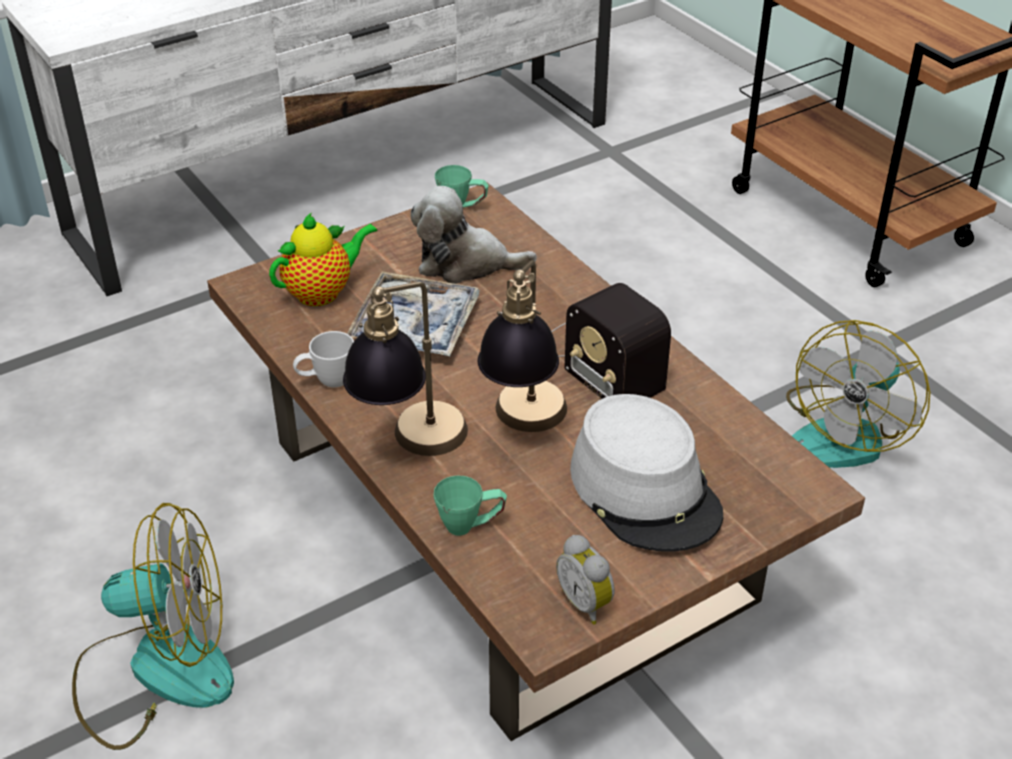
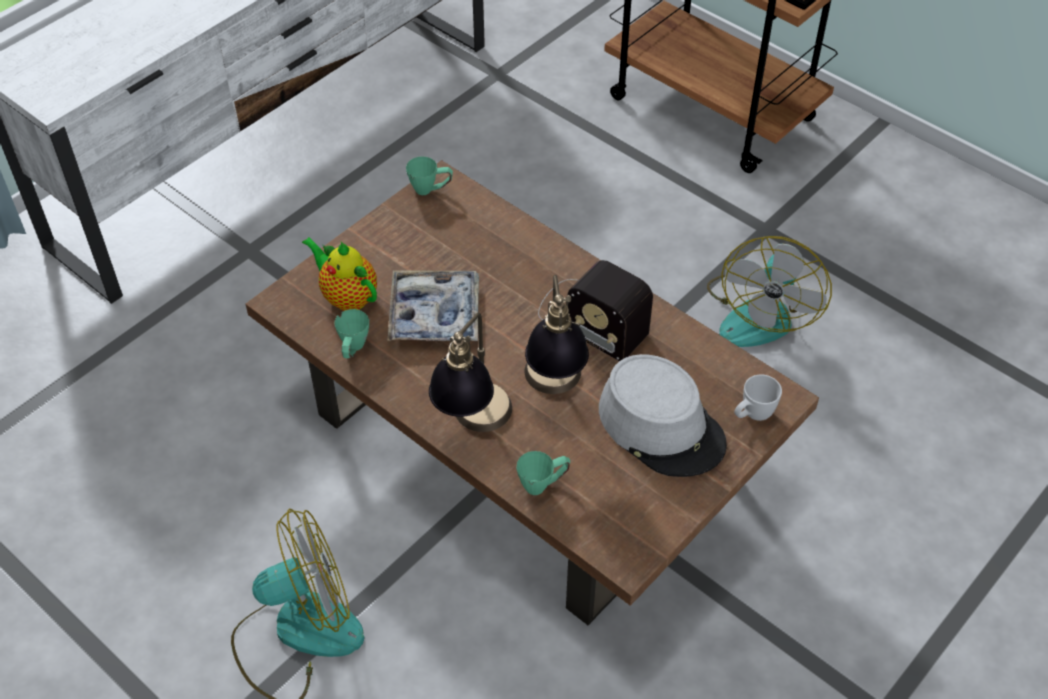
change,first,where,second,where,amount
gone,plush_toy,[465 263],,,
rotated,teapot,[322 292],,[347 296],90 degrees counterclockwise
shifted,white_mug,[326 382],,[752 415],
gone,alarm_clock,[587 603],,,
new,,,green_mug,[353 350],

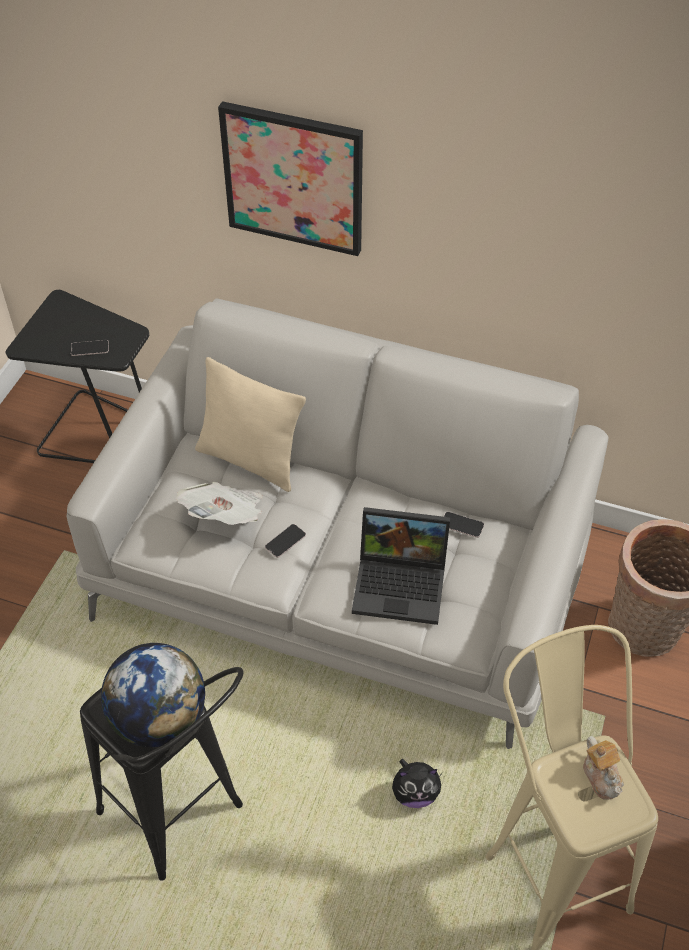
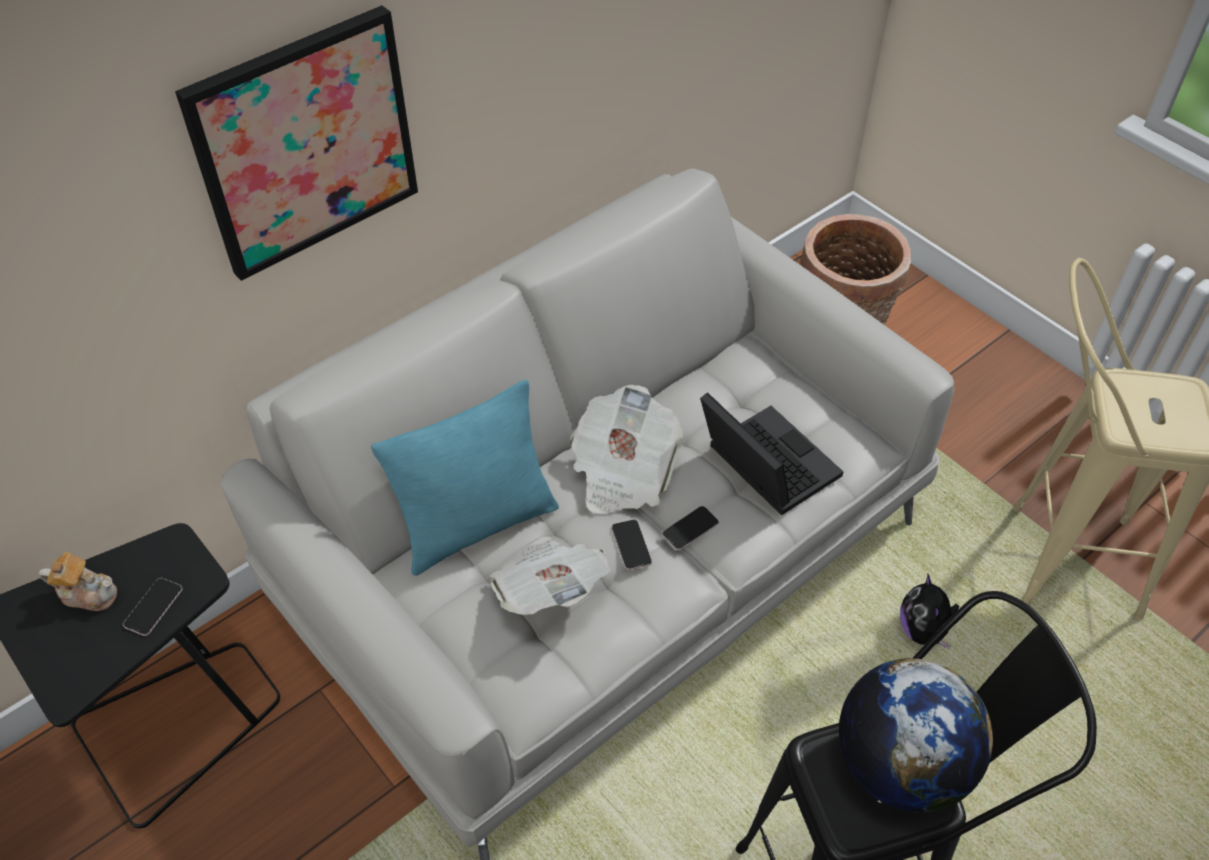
change,first,where,second,where,amount
repainted,beige_pillow,[250 460],turquoise_pillow,[477 525],
rotated,laptop,[402 583],,[763 465],75 degrees counterclockwise
shifted,phone,[462 525],,[690 528],
shifted,teapot,[601 776],,[88 593],
rotated,plush_toy,[415 793],,[923 631],150 degrees clockwise
new,,,newspaper,[623 472],

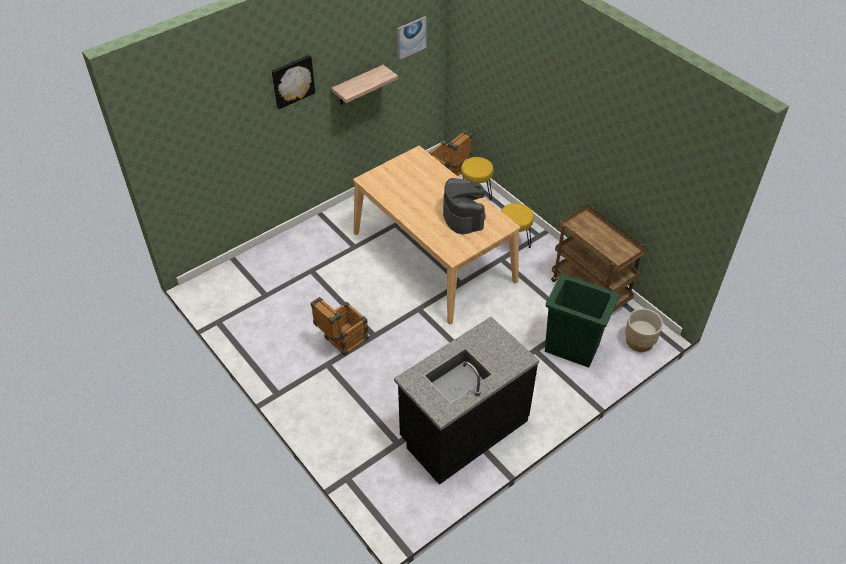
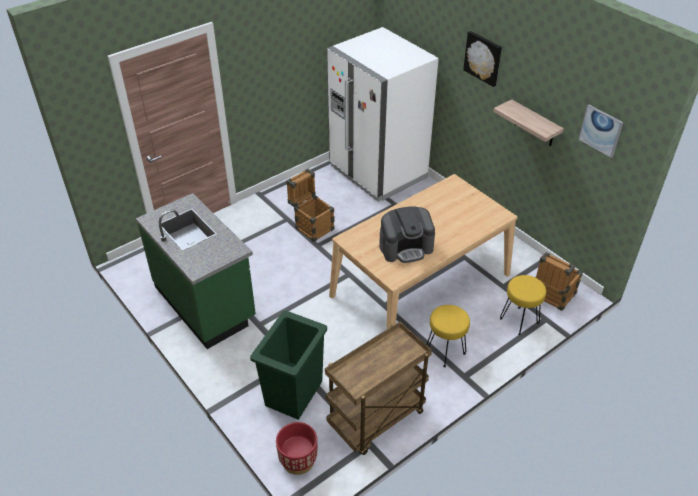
change,first,where,second,where,amount
repainted,beige_planter,[639 341],red_planter,[298 460],
repainted,black_counter,[463 429],green_counter,[206 303],
new,,,white_fridge,[377 172],

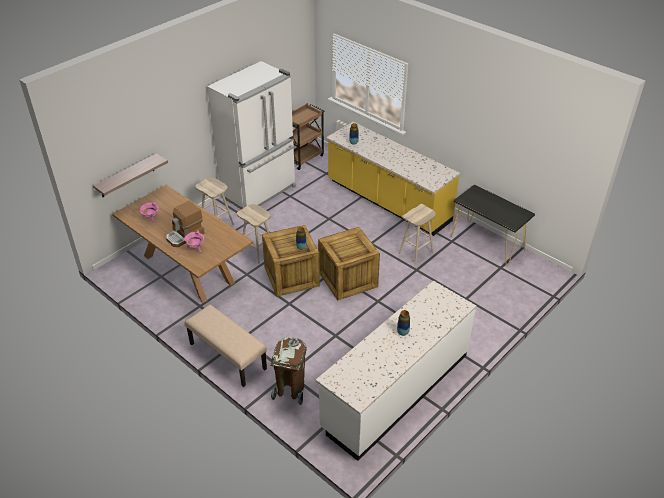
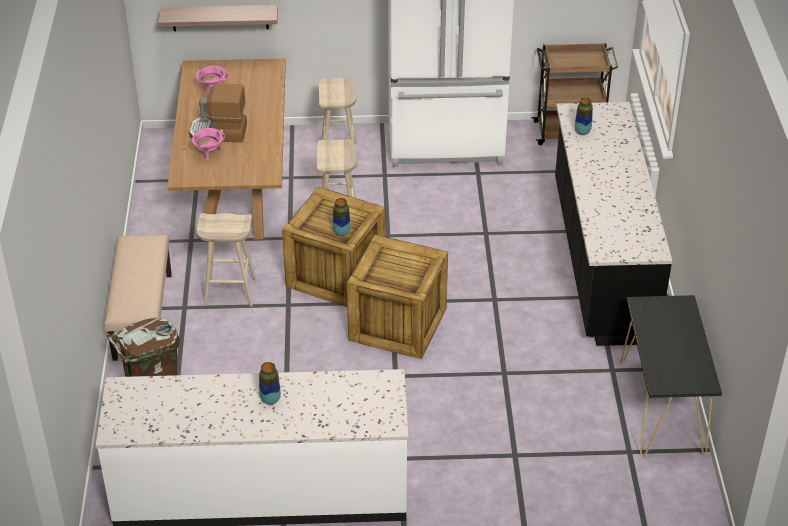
change,first,where,second,where,amount
repainted,yellow_counter,[387 201],black_counter,[600 260],
shifted,beige_stool,[416 253],,[229 292],

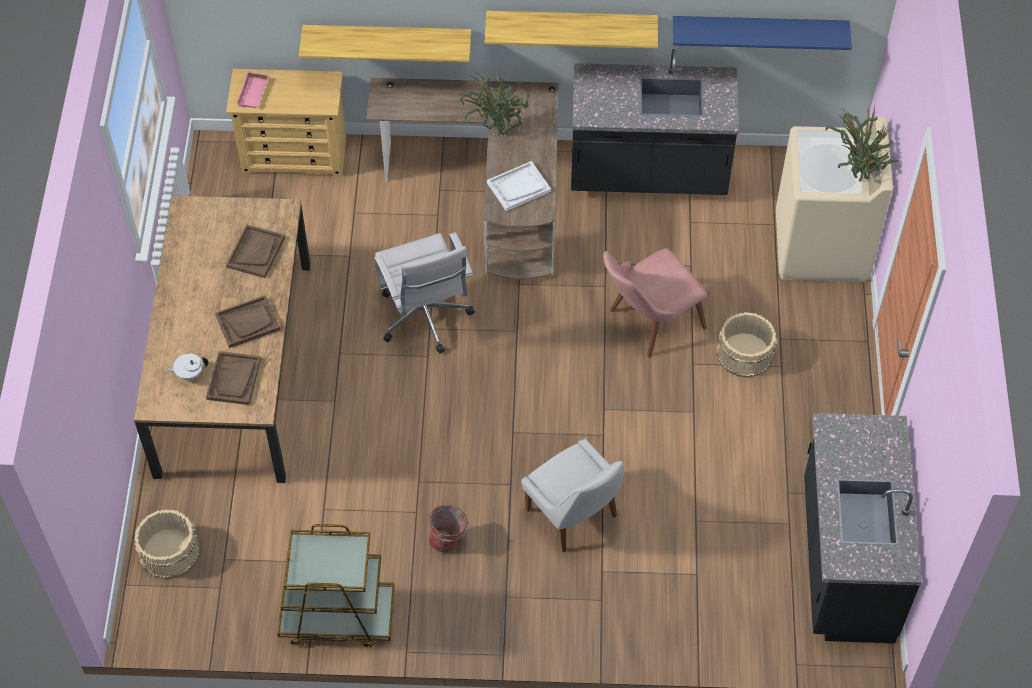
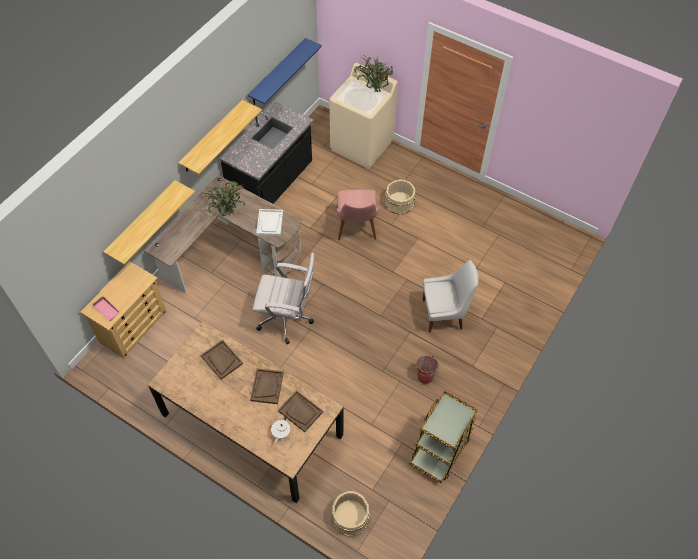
change,first,where,second,where,amount
gone,black_counter,[844 561],,,

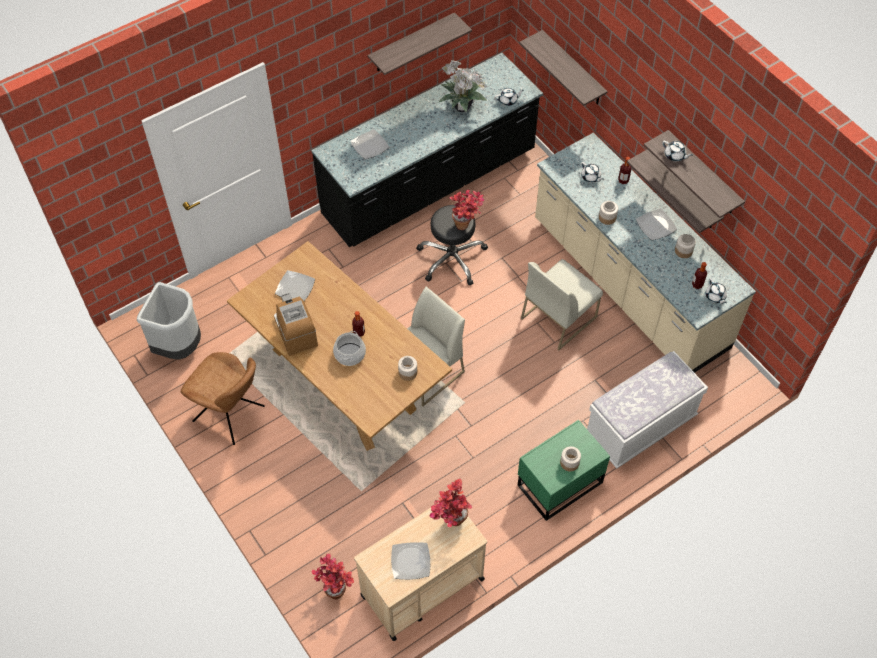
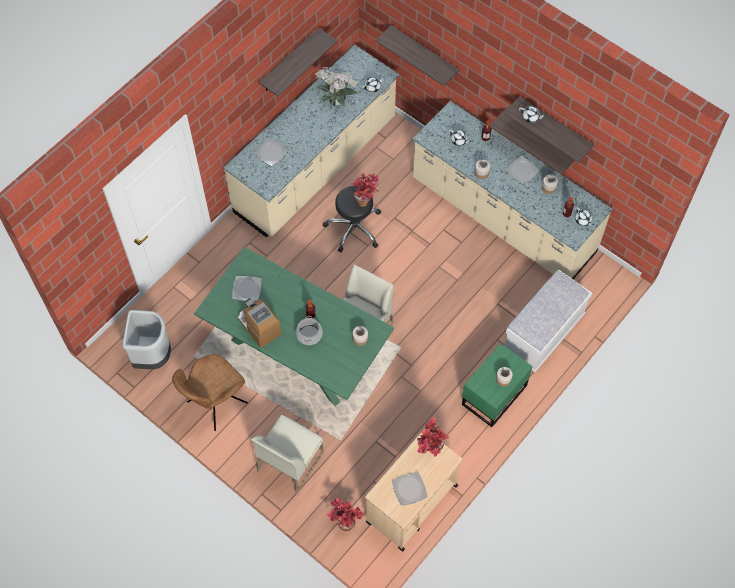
change,first,where,second,where,amount
repainted,black_counter,[429 184],beige_counter,[316 166],
repainted,brown_dining_table,[342 380],green_dining_table,[297 352],
shifted,white_chair,[558 317],,[290 461],
rotated,brown_chair,[231 415],,[215 404],120 degrees clockwise

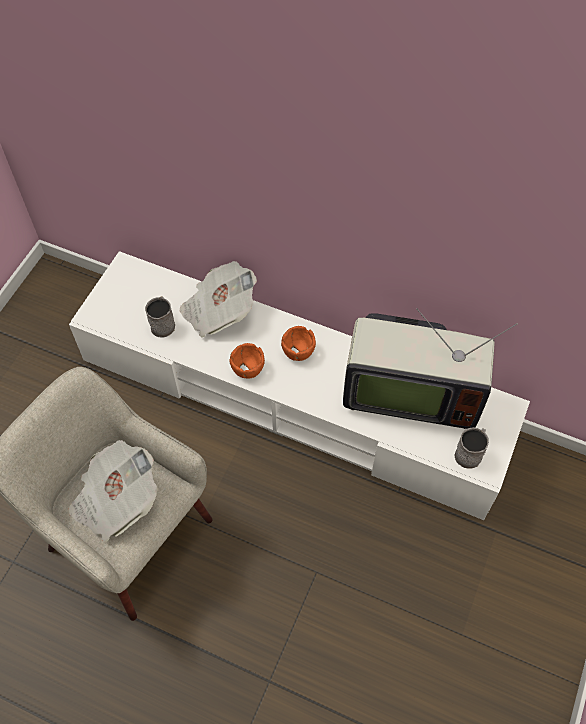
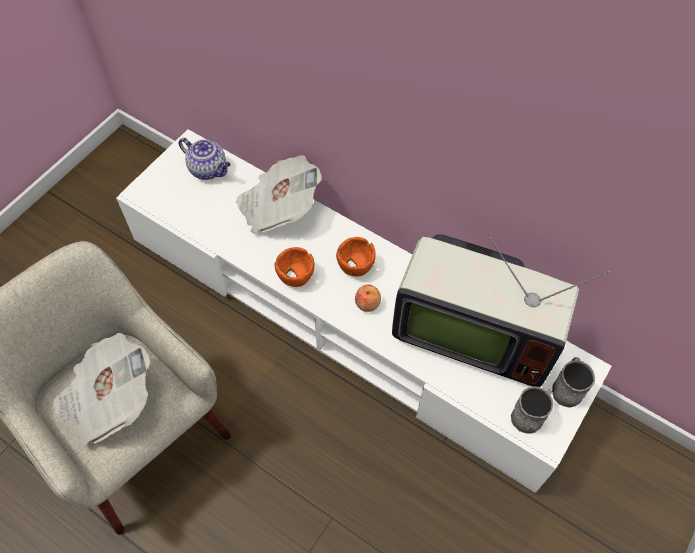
change,first,where,second,where,amount
shifted,grey_mug,[163 323],,[567 387],
new,,,teapot,[209 169],
new,,,apple,[367 303],

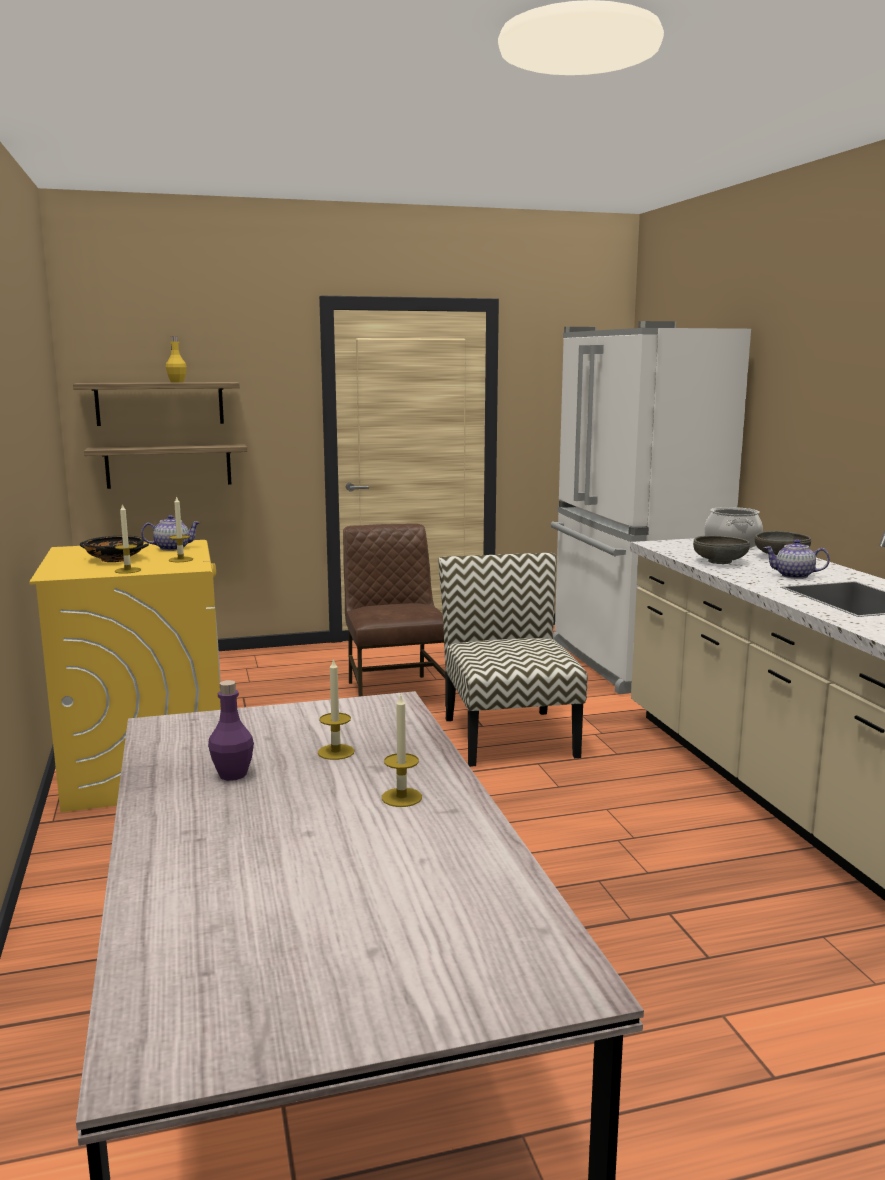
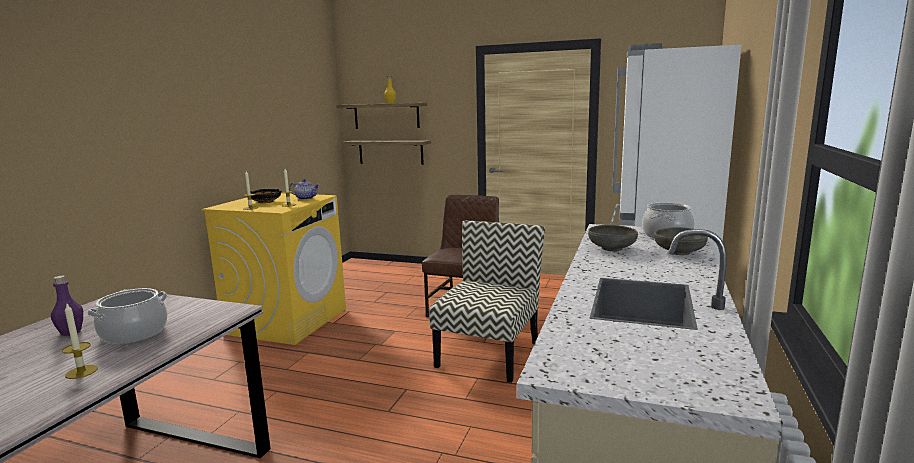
change,first,where,second,where,amount
gone,teapot,[793 576],,,
swapped,candle,[336 752],cooking_pot,[134 333],

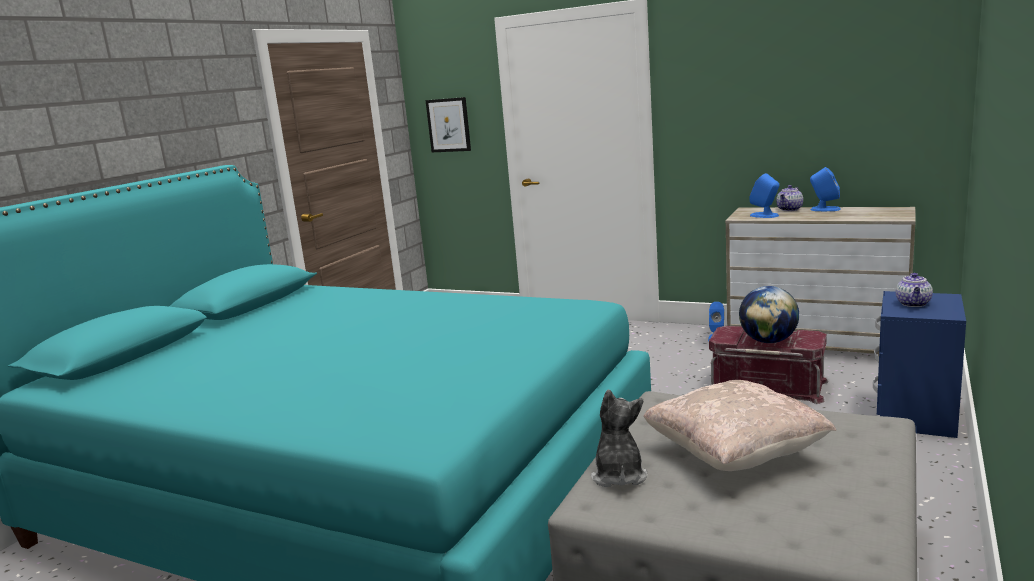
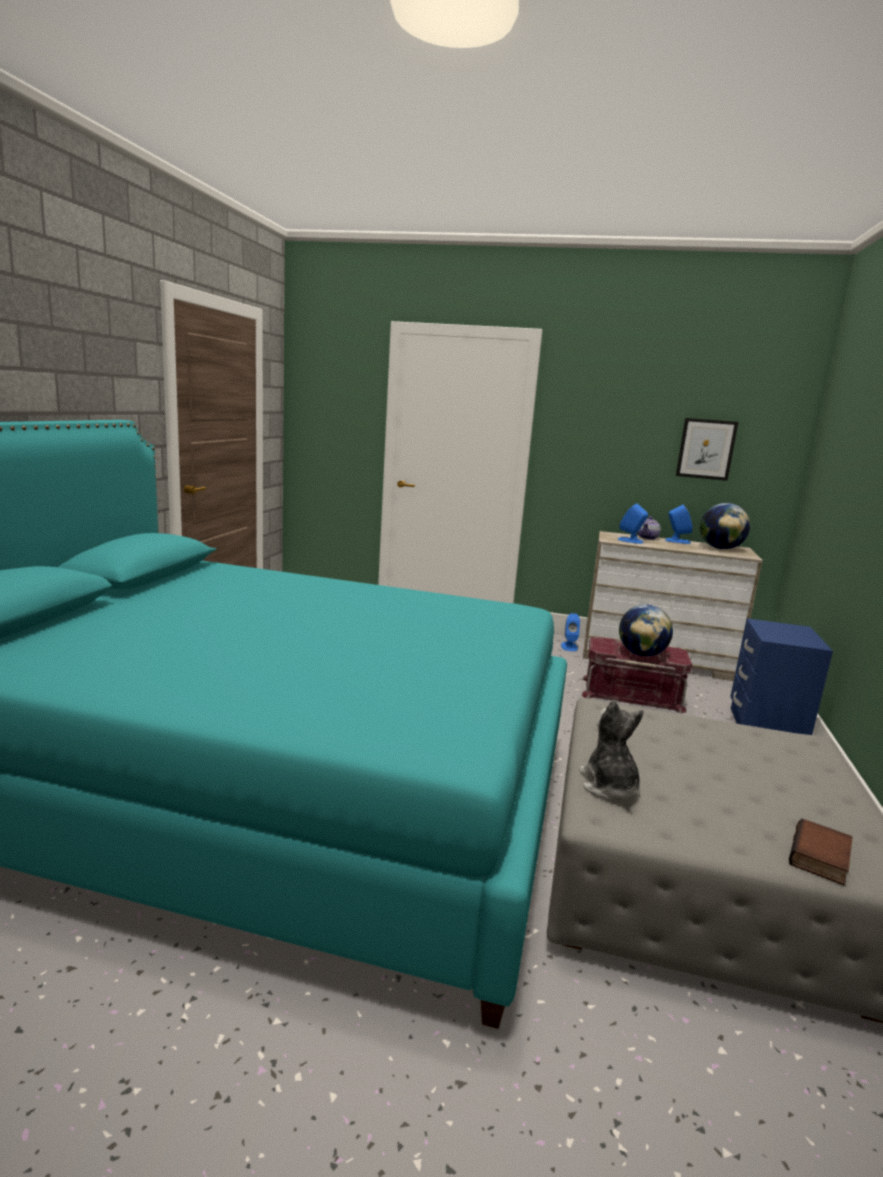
change,first,where,second,where,amount
shifted,picture,[448 125],,[706 449],
gone,teapot,[913 304],,,
gone,beige_pillow,[735 456],,,
new,,,globe,[720 548],
new,,,book,[821 858],

